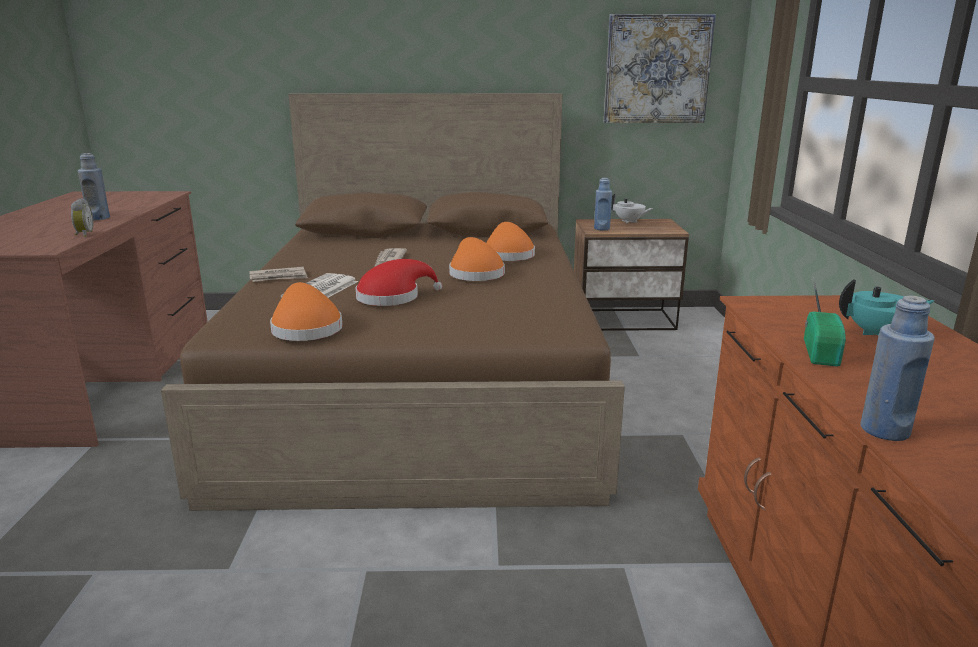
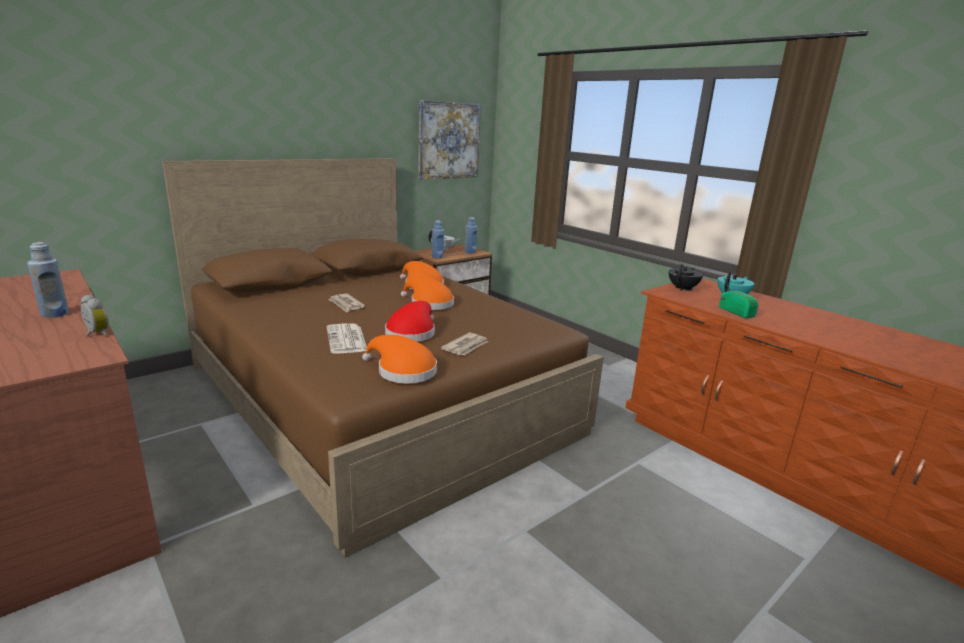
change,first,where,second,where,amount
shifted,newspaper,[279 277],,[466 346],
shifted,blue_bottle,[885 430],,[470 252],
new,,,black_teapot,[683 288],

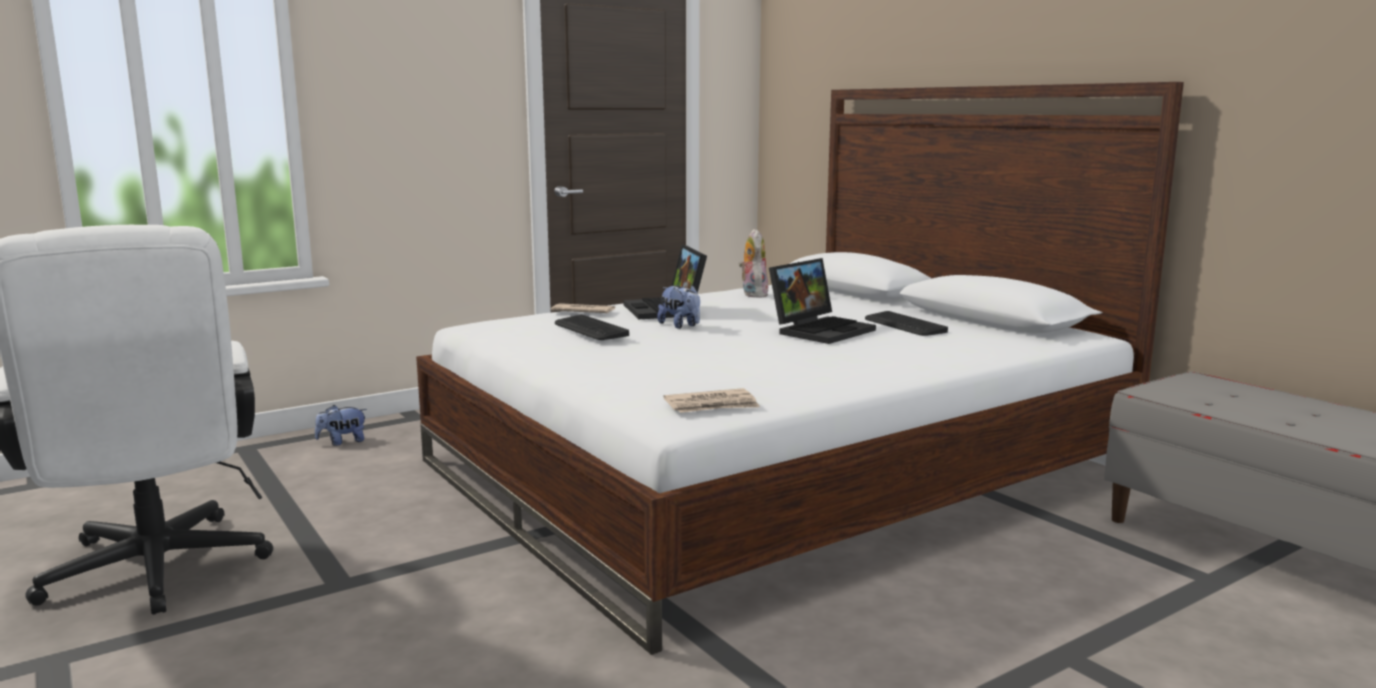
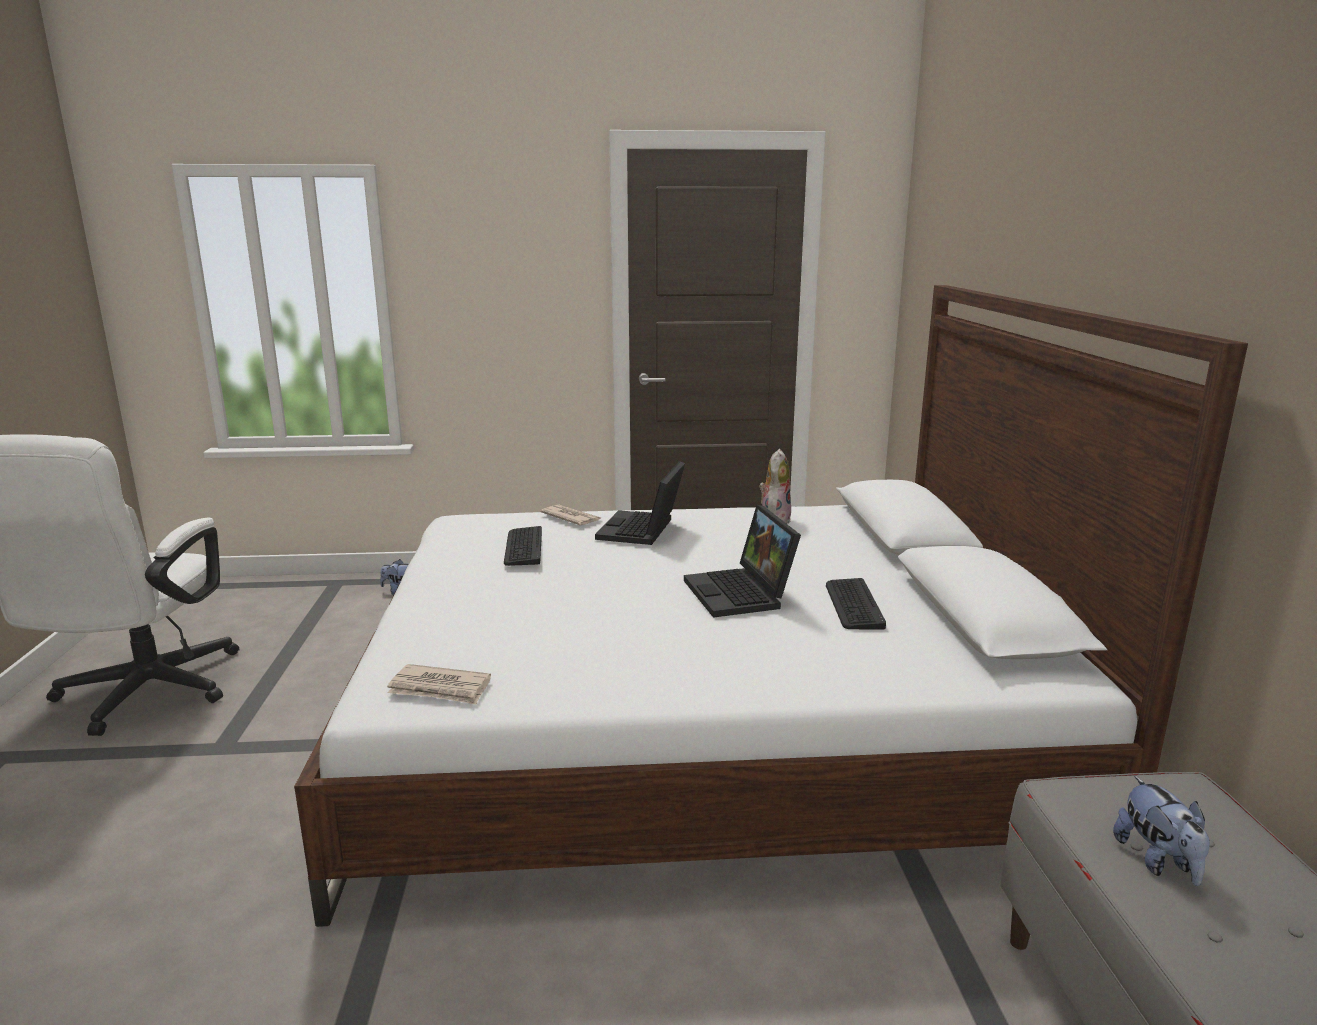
change,first,where,second,where,amount
rotated,laptop,[821 330],,[742 594],90 degrees clockwise
shifted,plush_toy,[680 326],,[1158 861],

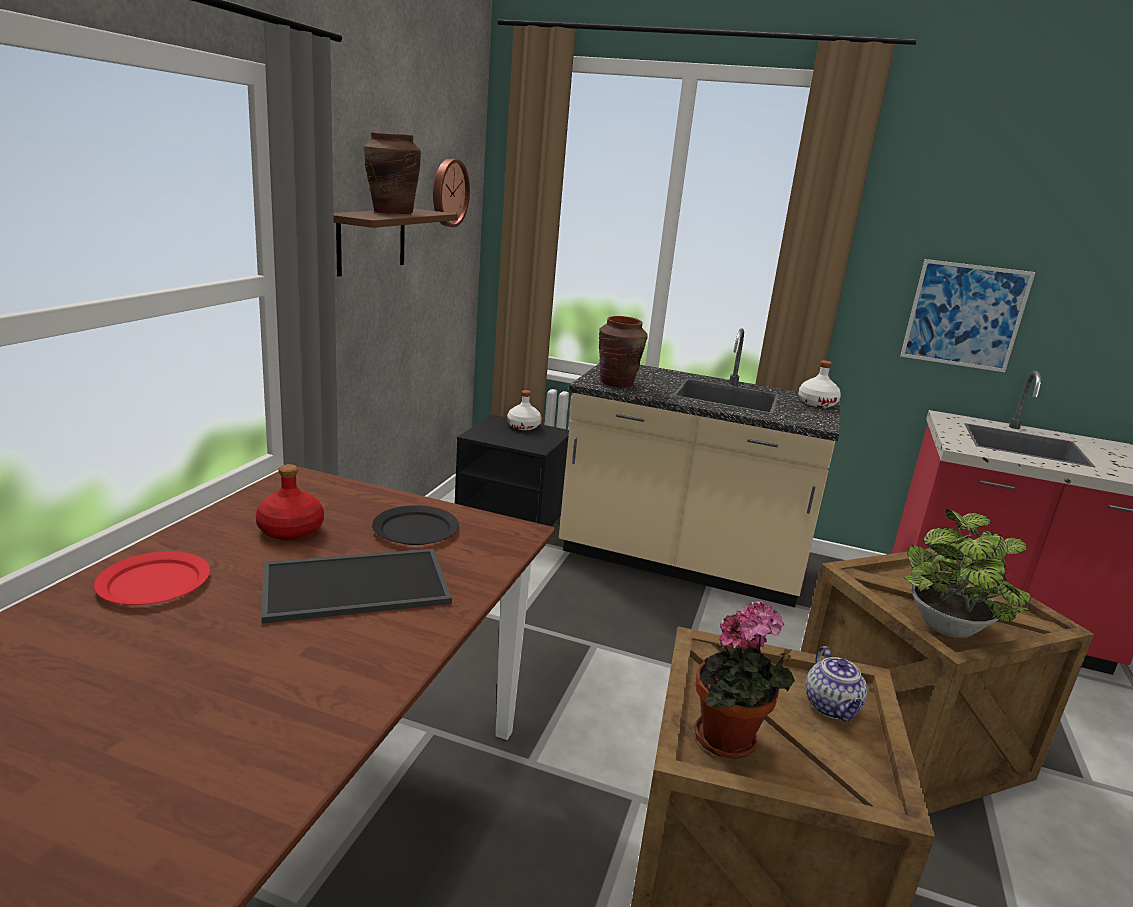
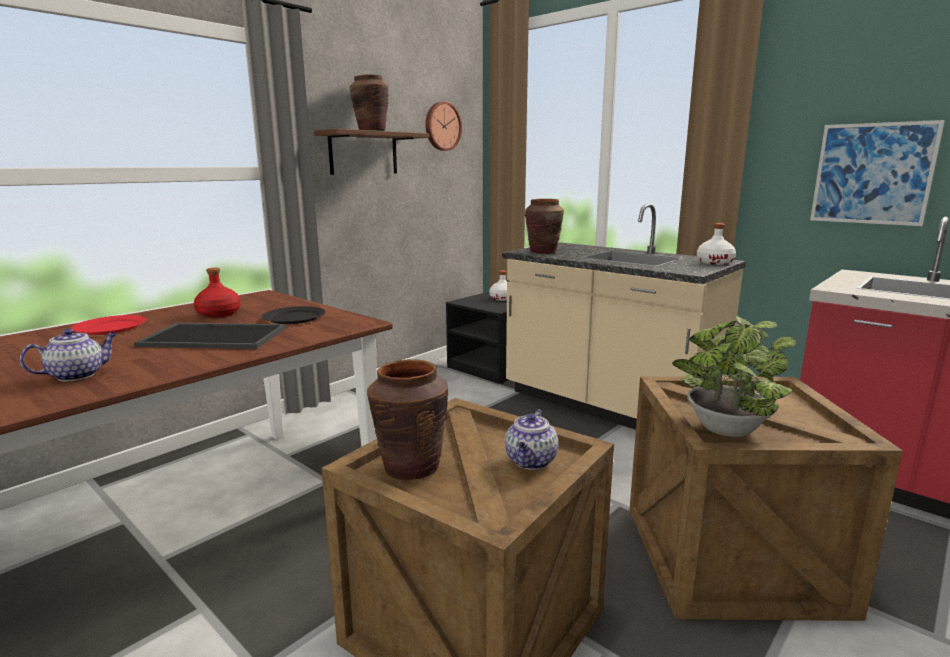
change,first,where,second,where,amount
swapped,potted_plant,[730 742],brown_vase,[411 467],
new,,,teapot,[78 375],

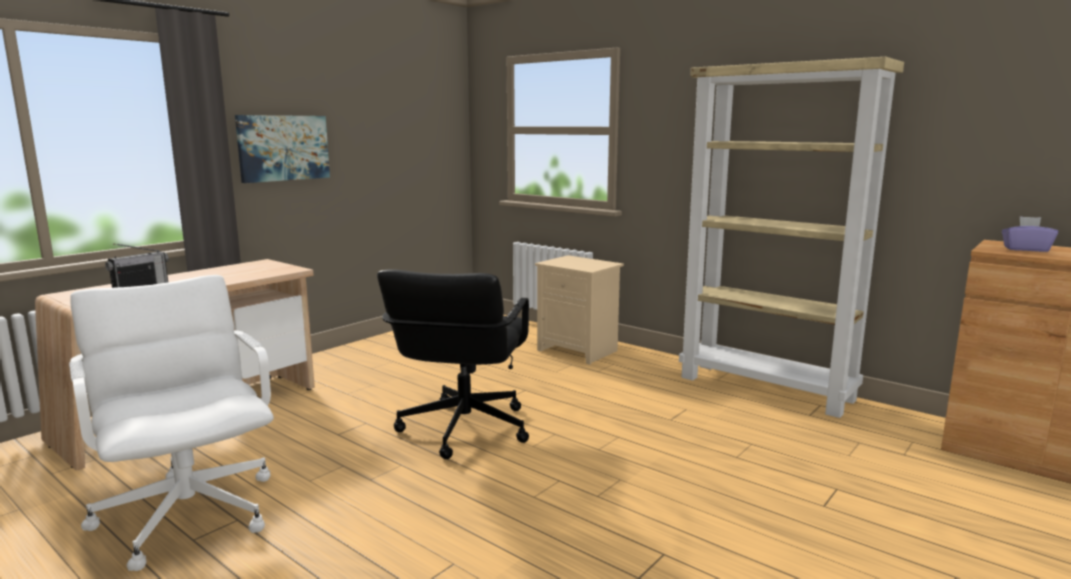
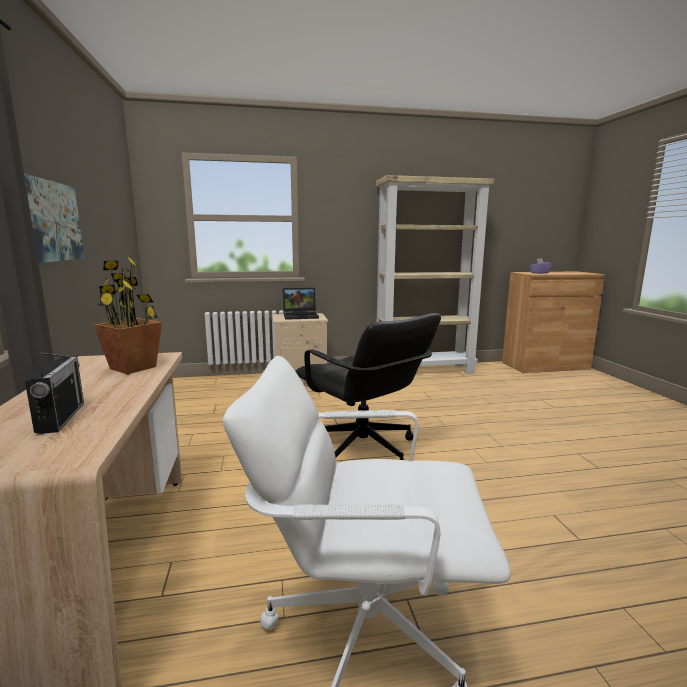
change,first,where,second,where,amount
new,,,potted_plant,[133 368],
new,,,laptop,[301 316],

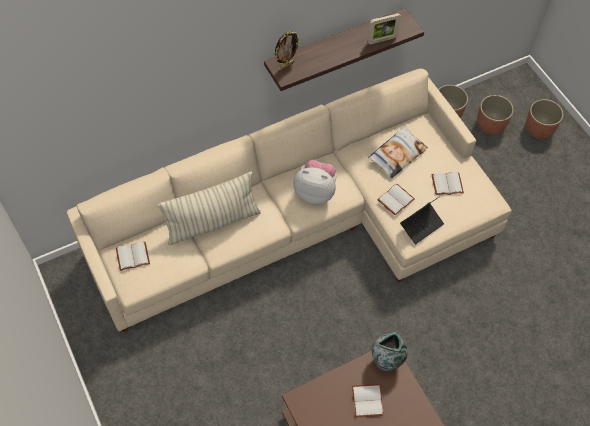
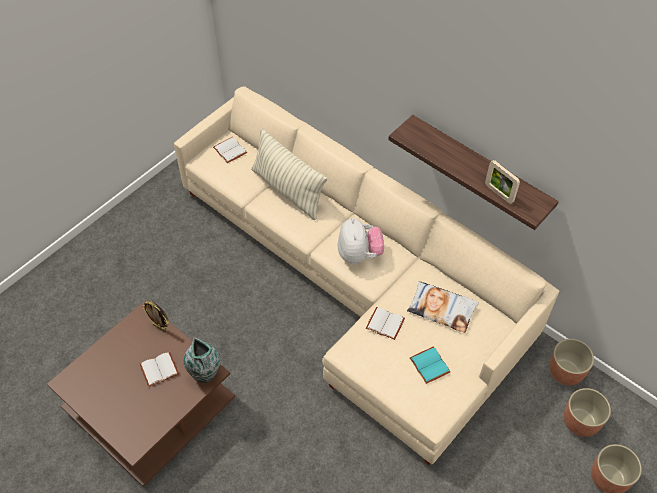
change,first,where,second,where,amount
shifted,picture_frame,[286 65],,[160 328],
repainted,white_book,[446 185],turquoise_book,[428 365],
gone,laptop,[421 225],,,

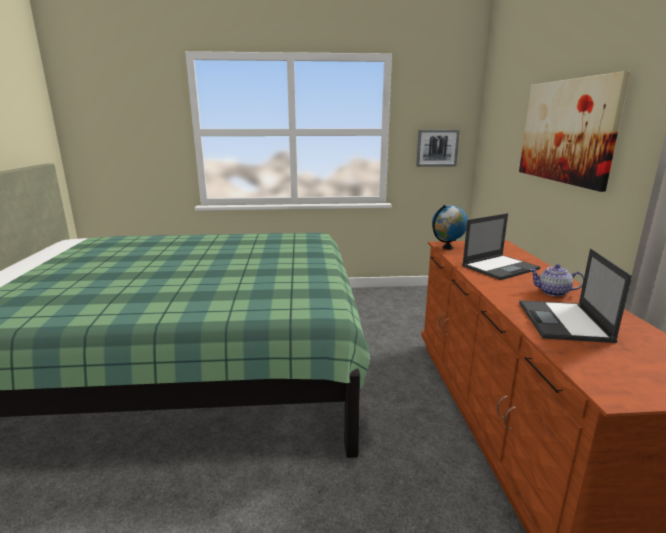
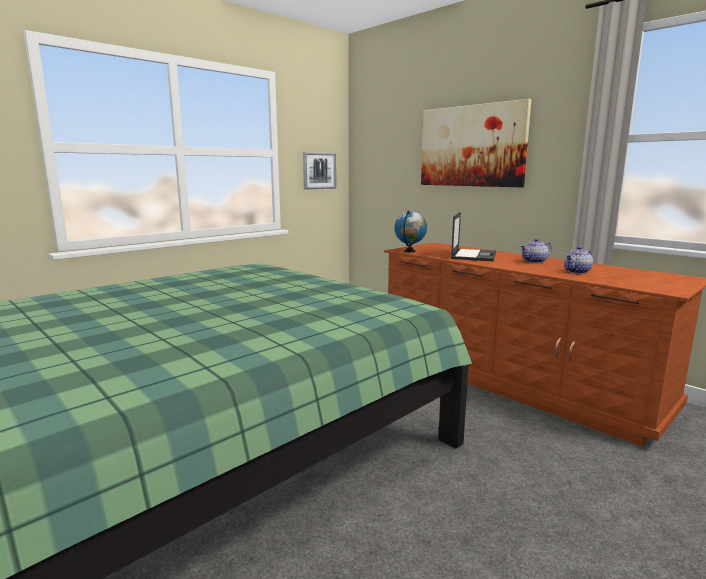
change,first,where,second,where,amount
swapped,laptop,[564 322],teapot,[577 272],

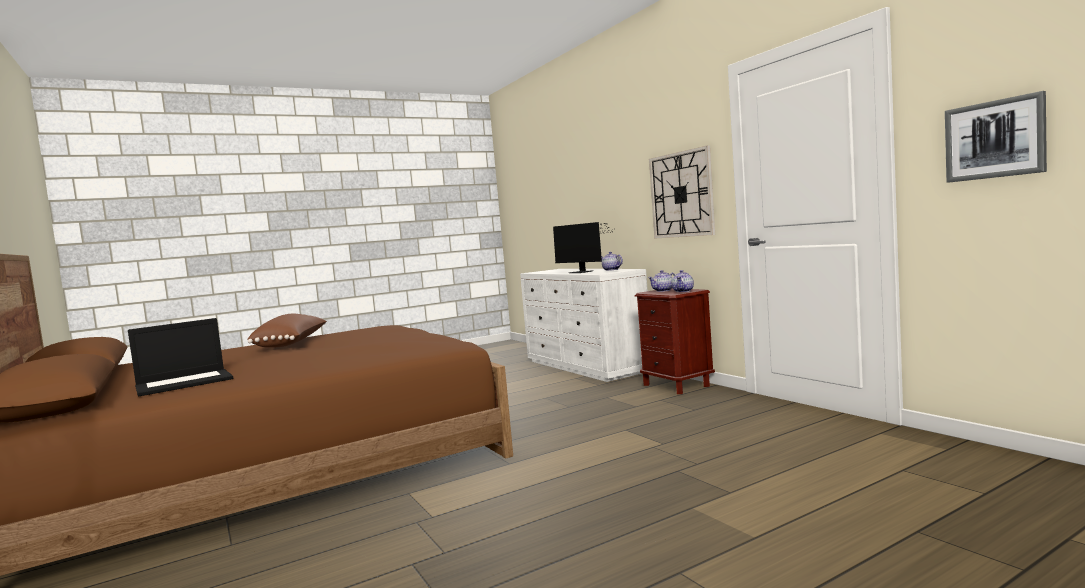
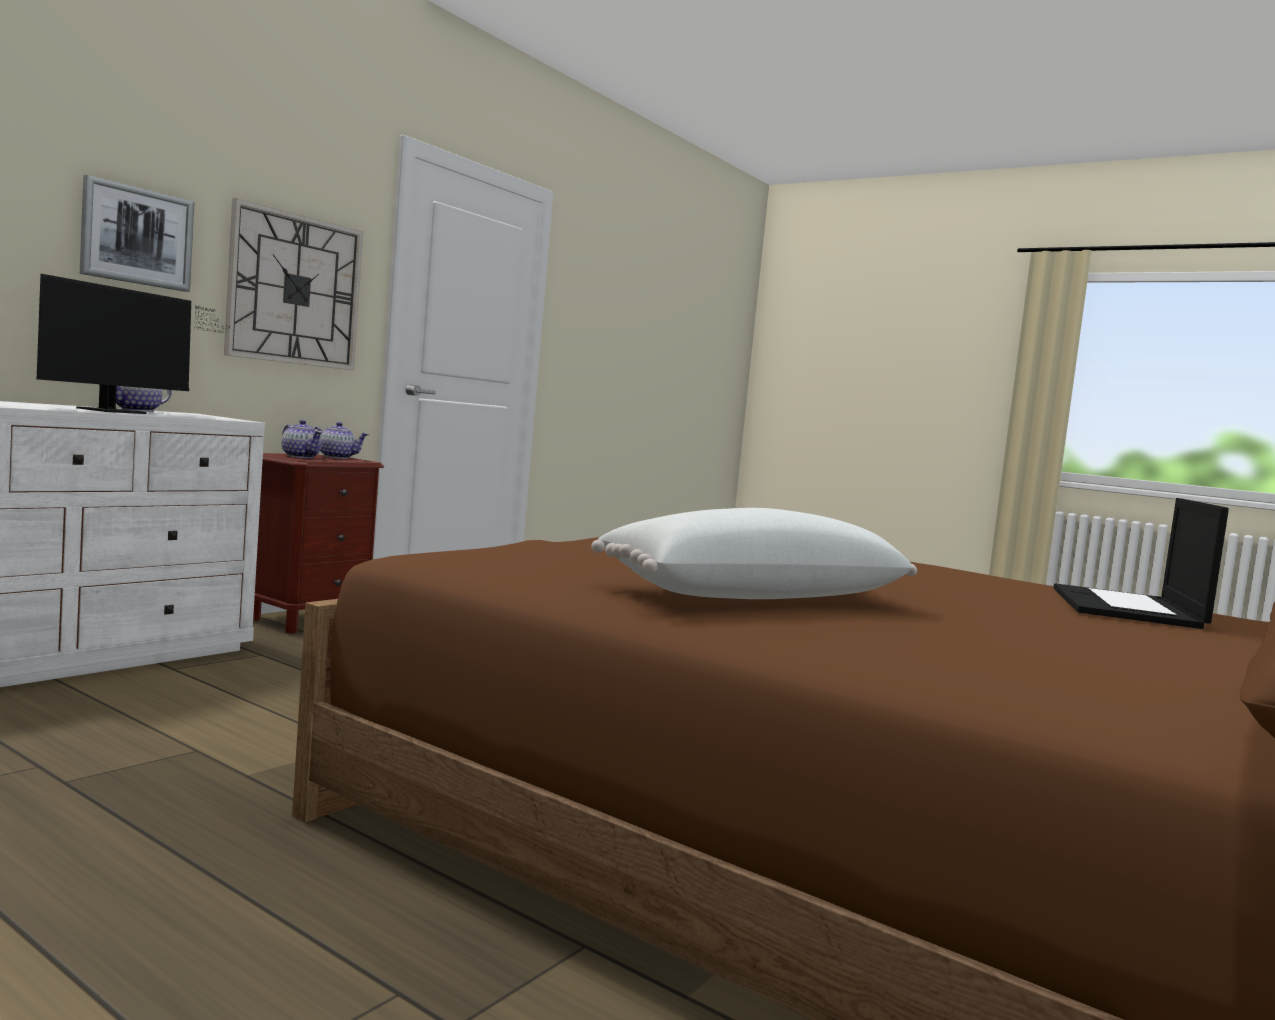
change,first,where,second,where,amount
shifted,picture,[994 139],,[137 236],
repainted,brown_pillow,[293 343],white_pillow,[750 595],
rotated,laptop,[185 382],,[1127 608],105 degrees counterclockwise

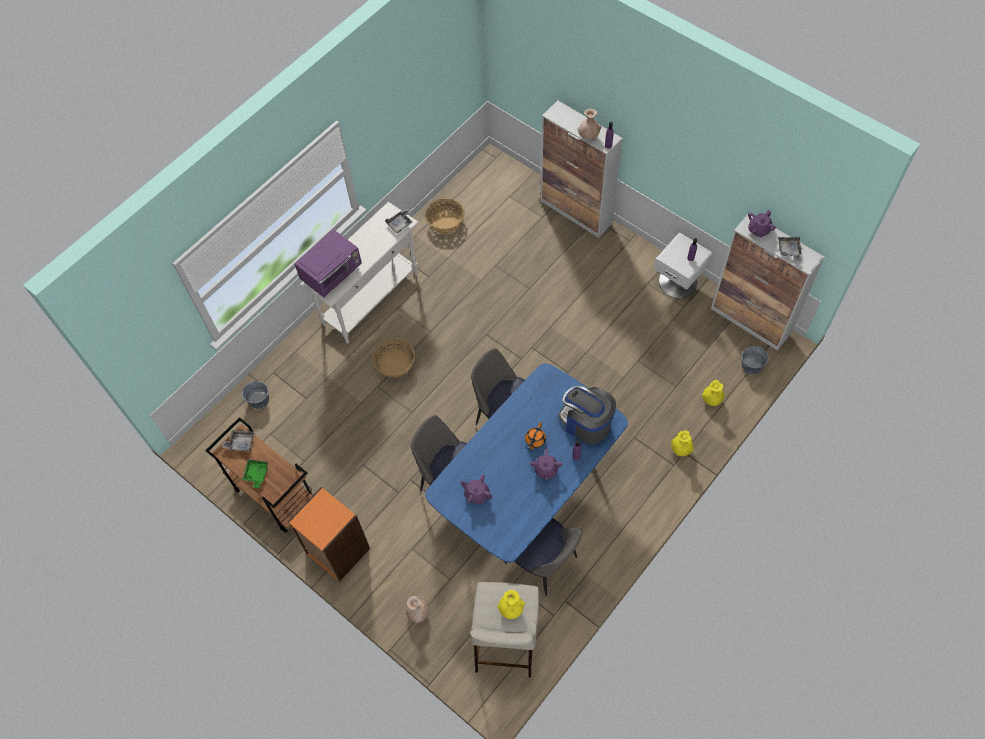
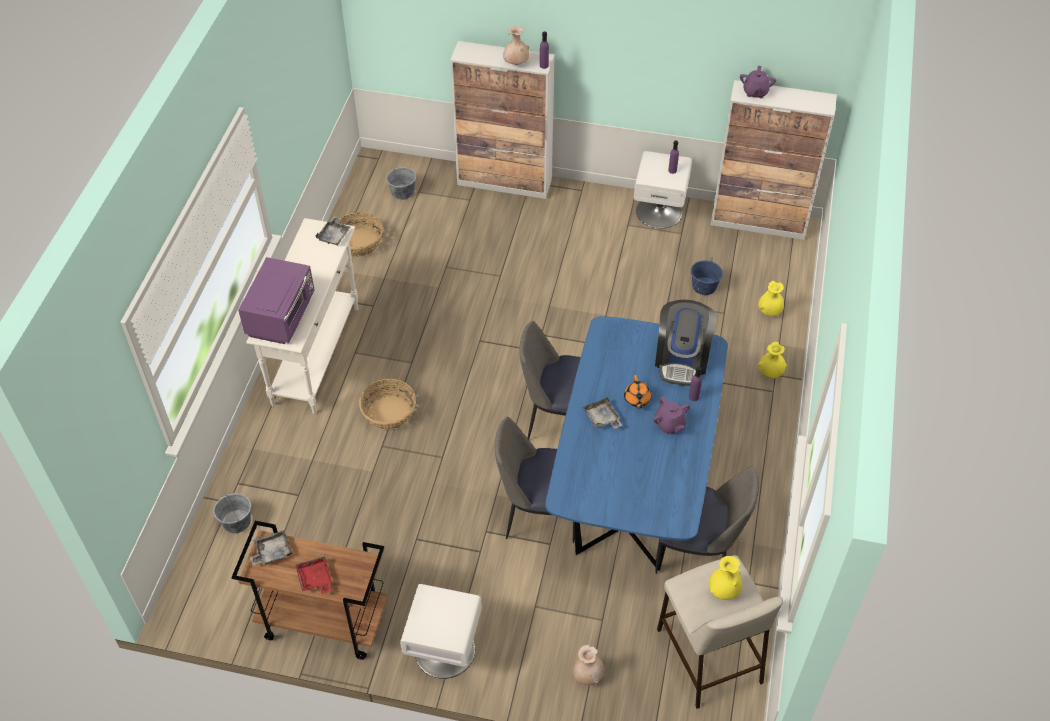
change,first,where,second,where,amount
shifted,grey_tray,[789 250],,[602 418],
shifted,grey_bucket,[751 366],,[402 192],
rotated,coffee_machine,[586 423],,[682 359],90 degrees counterclockwise
repainted,green_tray,[256 474],red_tray,[315 579],
gone,purple_teapot,[477 494],,,
swapped,orange_bookcase,[337 551],white_nightstand,[444 651],
new,,,blue_bucket,[704 286],

